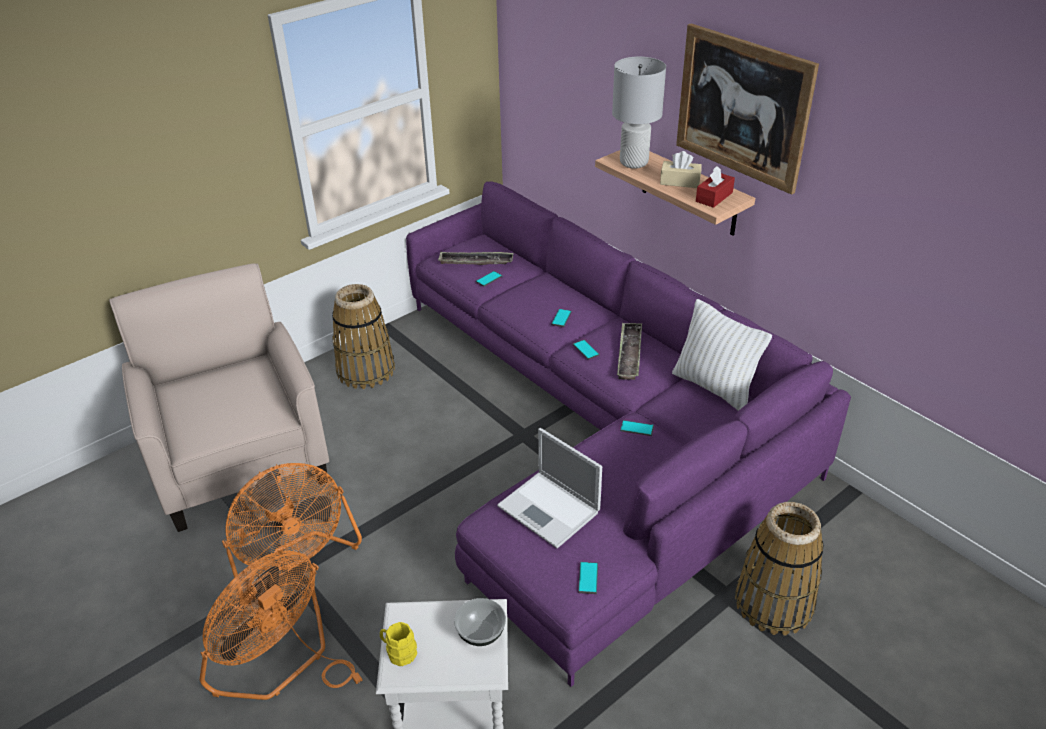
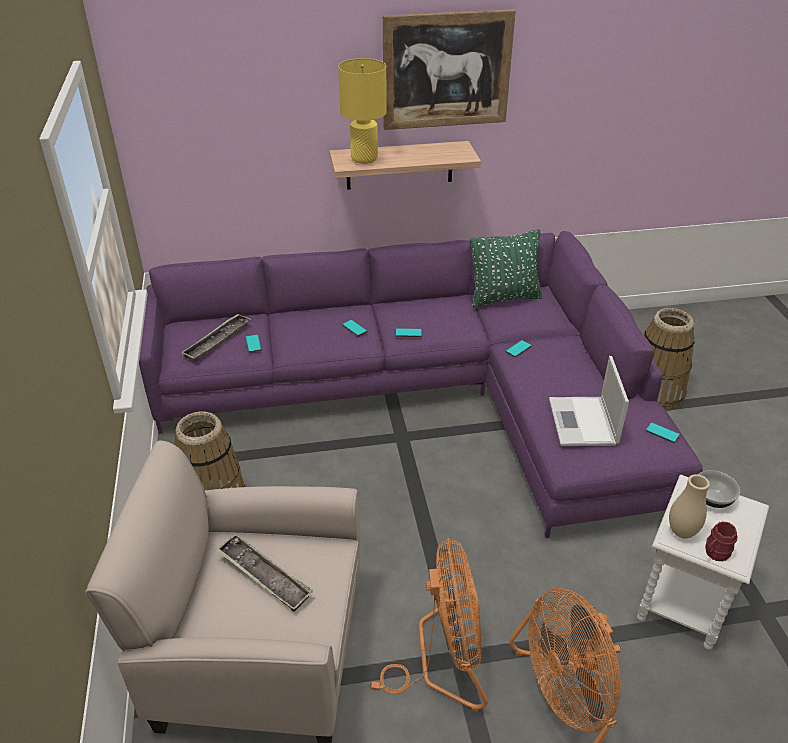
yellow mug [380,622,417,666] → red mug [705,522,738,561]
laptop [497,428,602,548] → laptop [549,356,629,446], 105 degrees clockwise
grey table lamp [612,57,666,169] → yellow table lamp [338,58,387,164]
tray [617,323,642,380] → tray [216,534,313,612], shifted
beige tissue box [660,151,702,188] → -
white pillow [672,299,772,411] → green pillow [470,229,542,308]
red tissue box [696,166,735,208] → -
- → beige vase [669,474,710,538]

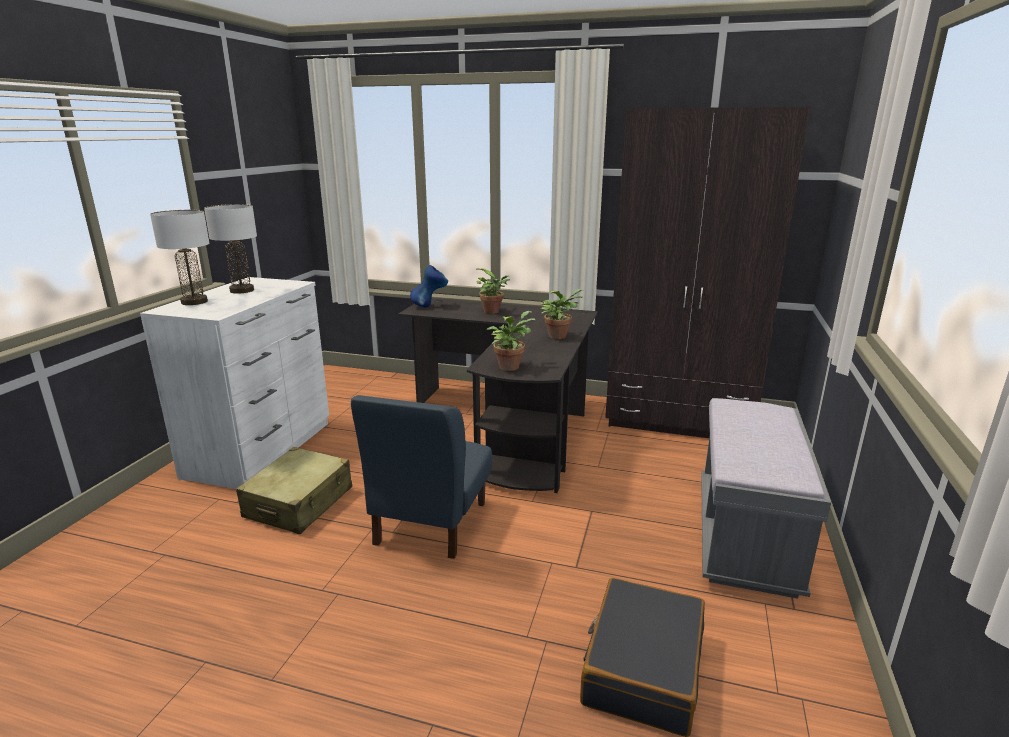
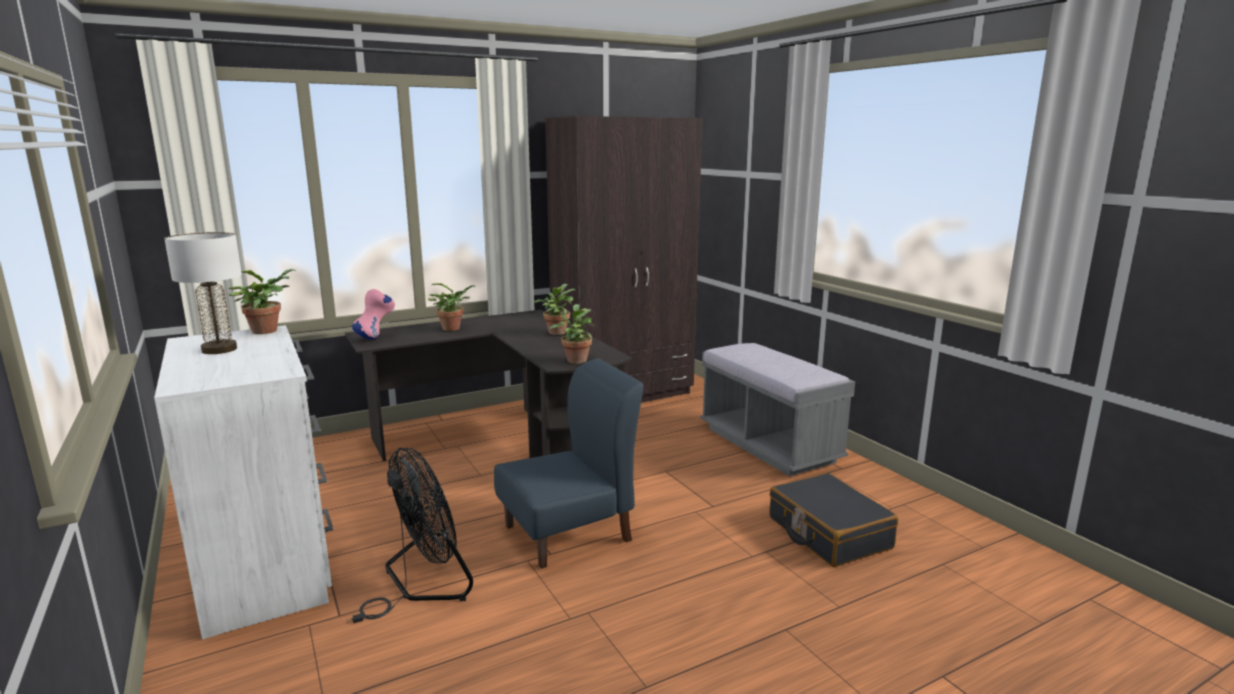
table lamp [150,210,209,305] → -
beige suitcase [236,447,352,534] → black fan [350,448,473,623]
blue chair [351,395,492,559] → blue chair [494,359,644,569], 90 degrees counterclockwise
blue vase [410,265,448,307] → pink vase [352,289,395,340]
- → potted plant [228,269,296,334]

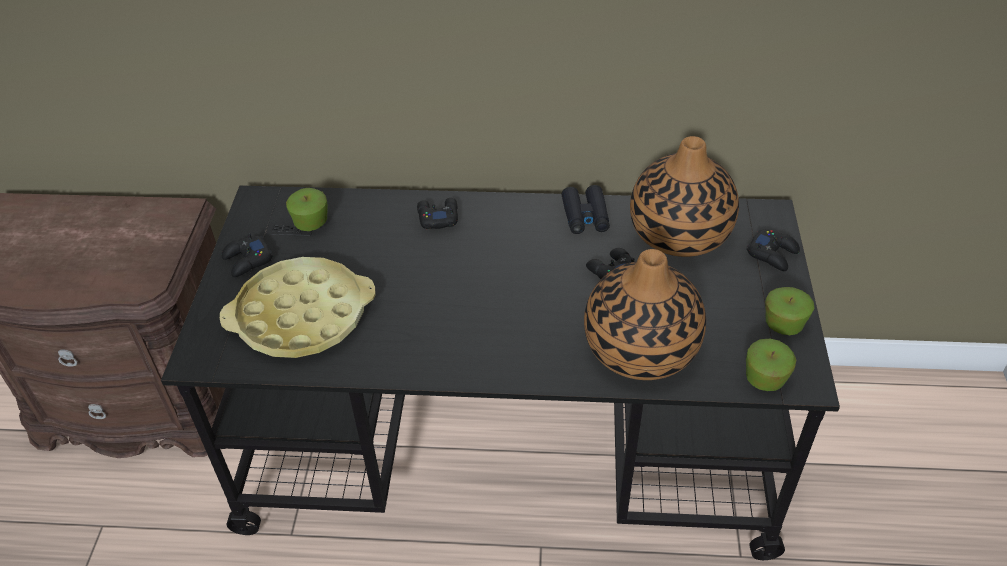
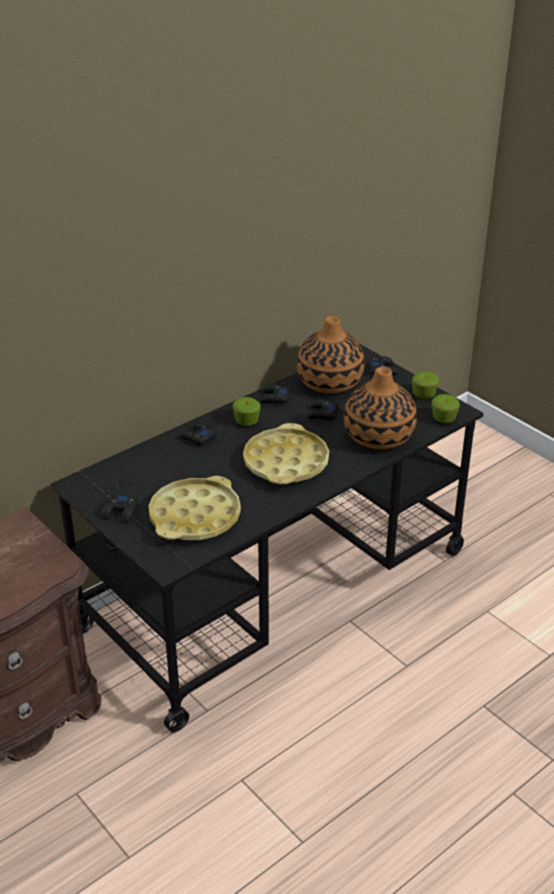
apple [286,188,328,231] → apple [233,397,261,426], shifted
black binoculars [561,185,610,234] → black game controller [260,383,291,404]
- → yellow tray [243,423,329,484]

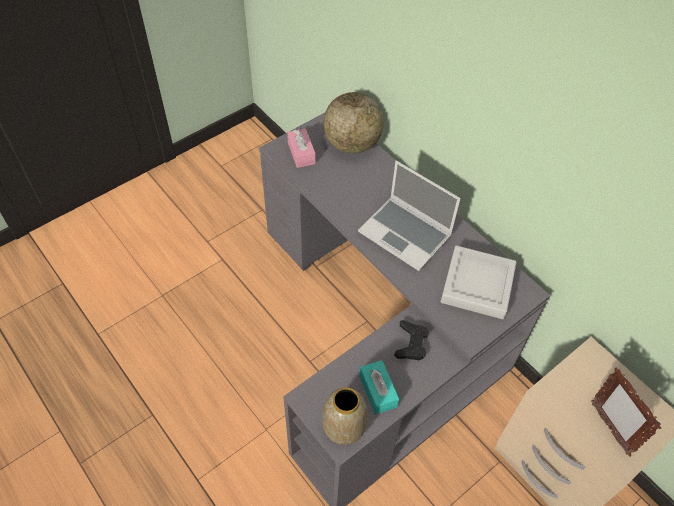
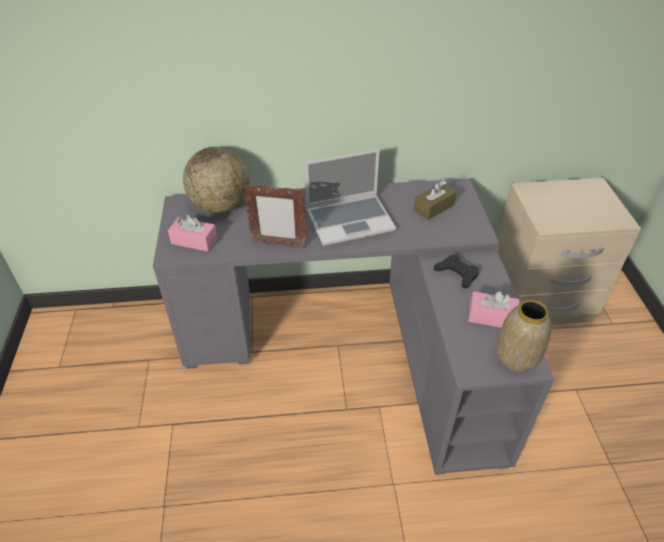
turquoise tissue box [359,360,399,415] → pink tissue box [468,291,519,327]
grey tray [441,246,516,319] → brown tissue box [414,181,457,220]
picture frame [591,368,661,457] → picture frame [243,184,307,248], shifted

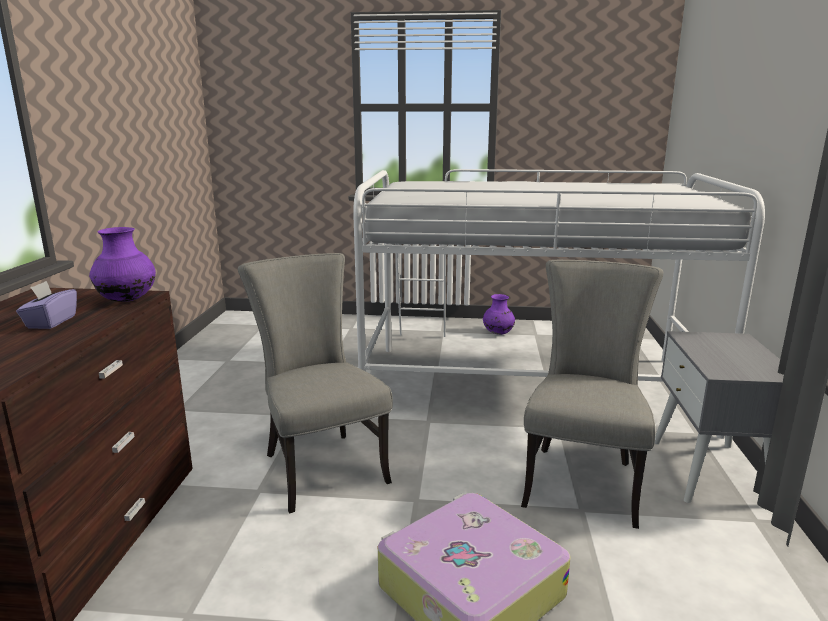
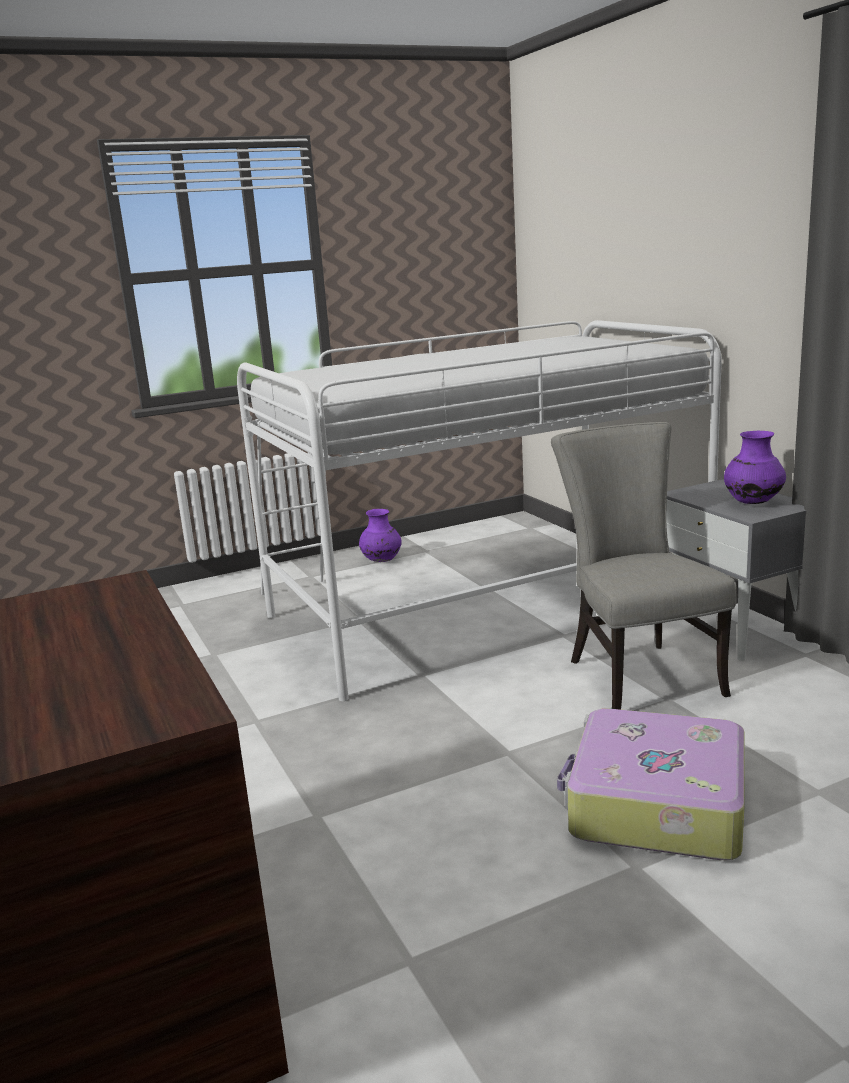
purple tissue box [16,281,77,329] → -
purple vase [89,227,156,302] → purple vase [724,431,786,504], shifted
grey chair [238,253,393,514] → -

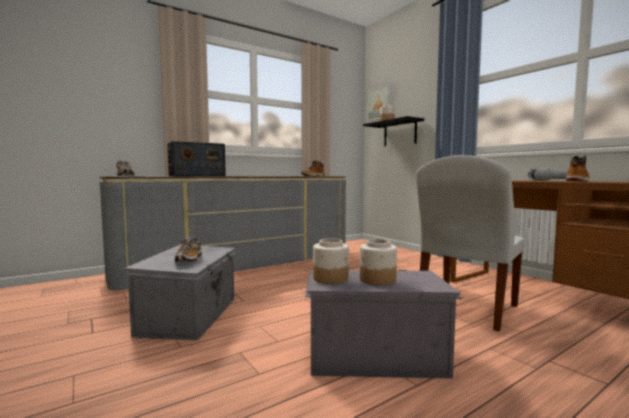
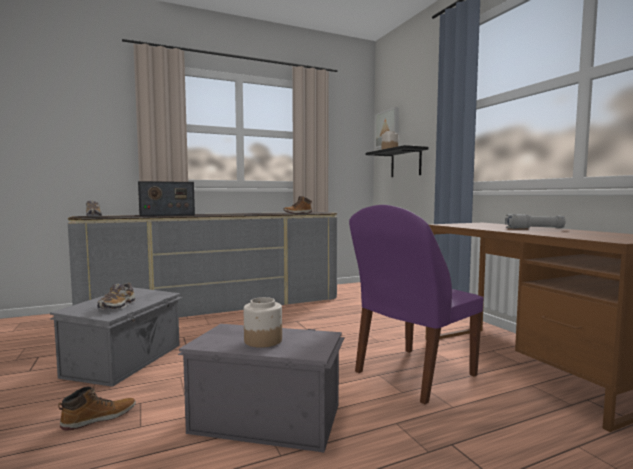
jar [313,238,349,284] → -
white chair [416,155,524,331] → purple chair [349,205,483,404]
boot [566,155,590,182] → boot [58,386,136,430], shifted

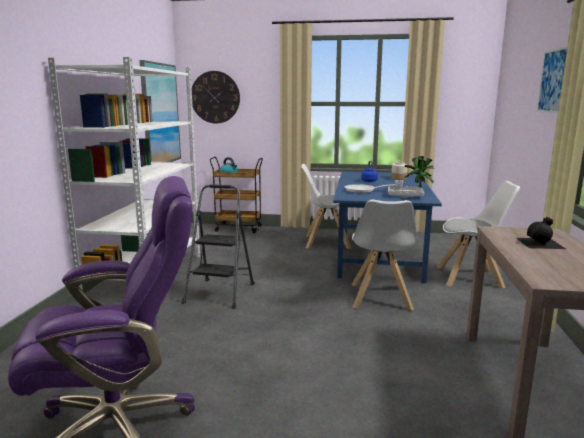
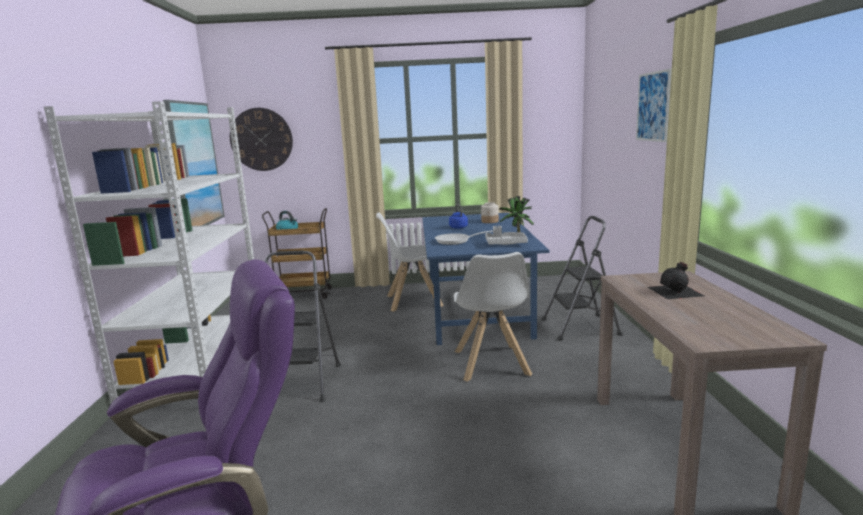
chair [436,181,520,288] → black step ladder [541,216,623,341]

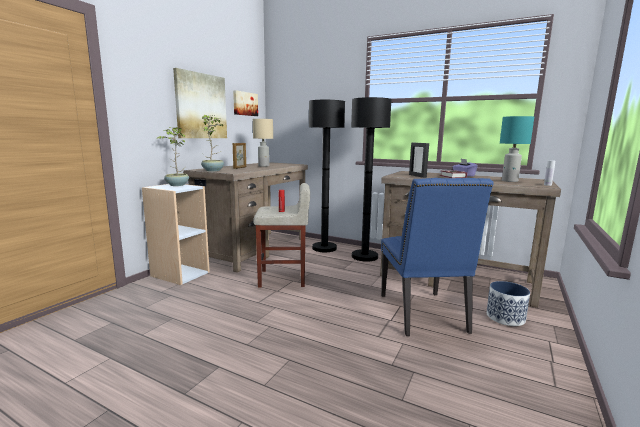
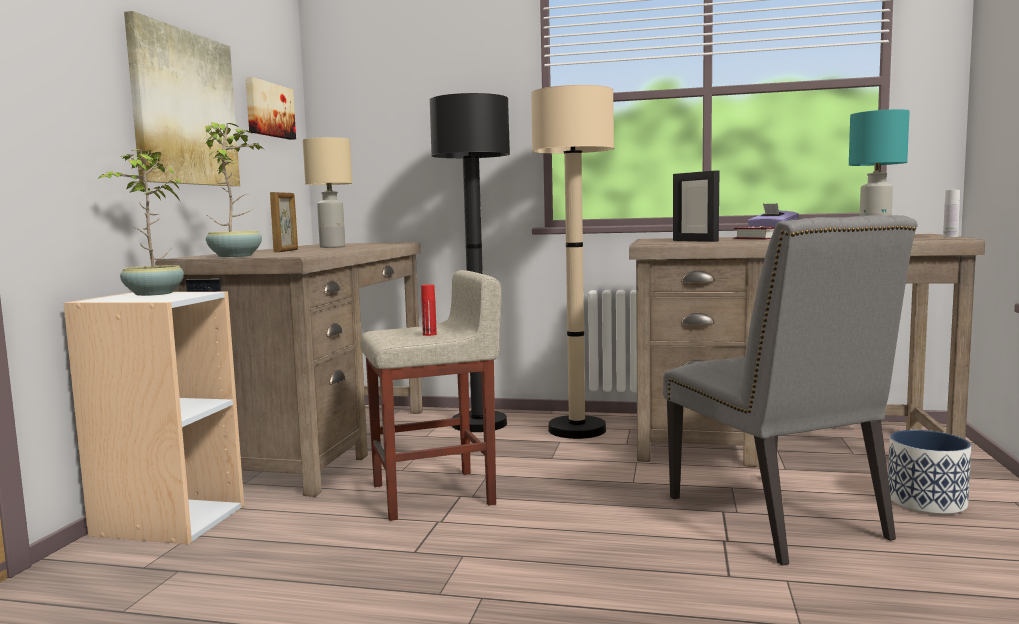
black floor lamp [351,97,392,262] → beige floor lamp [531,85,614,439]
blue chair [381,178,494,336] → grey chair [663,215,917,565]

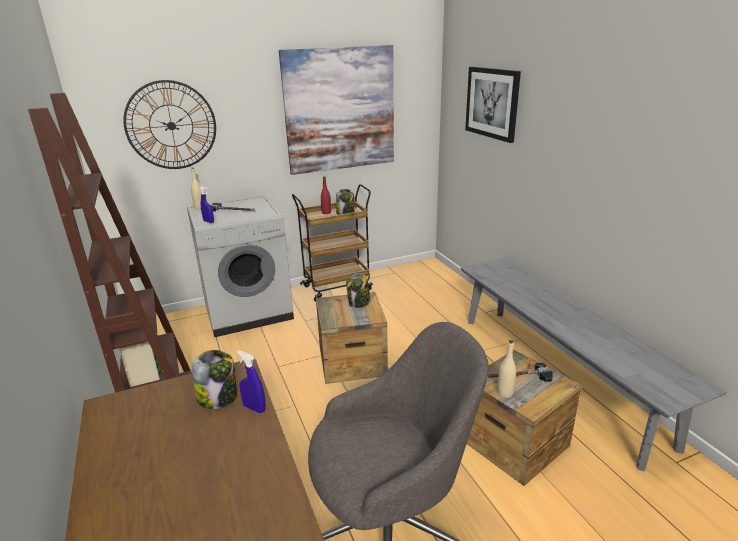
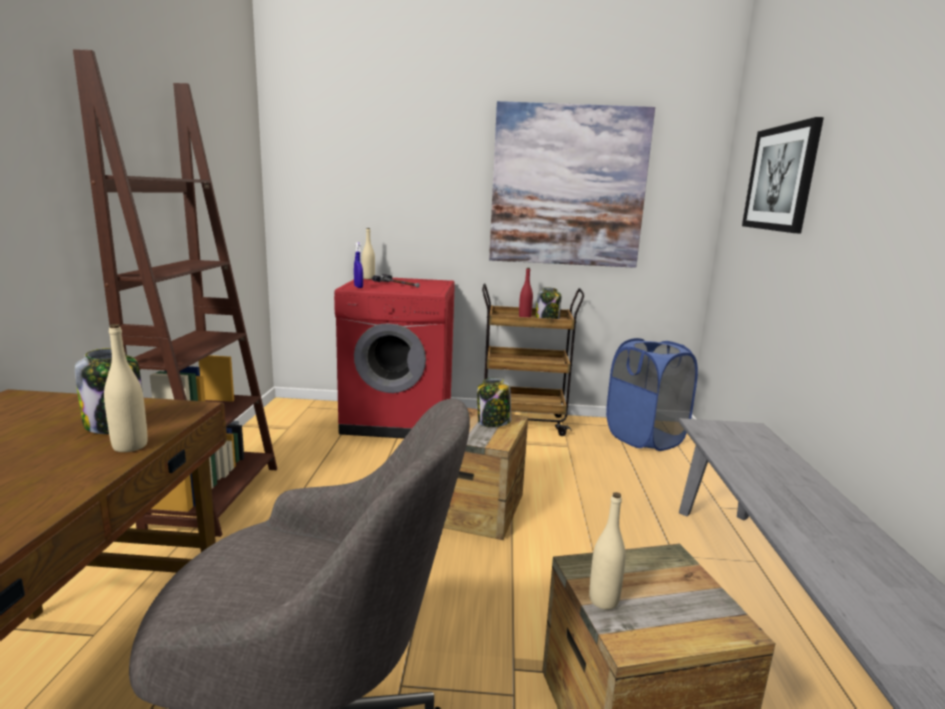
wall clock [123,80,216,169] → -
white washing machine [187,195,294,337] → red washing machine [334,278,455,439]
blue spray bottle [237,350,266,413] → beige bottle [104,324,148,452]
hammer [487,362,553,382] → -
- → blue laundry basket [606,338,698,451]

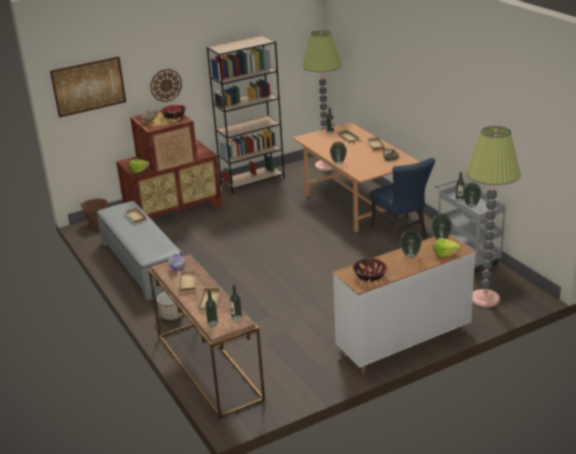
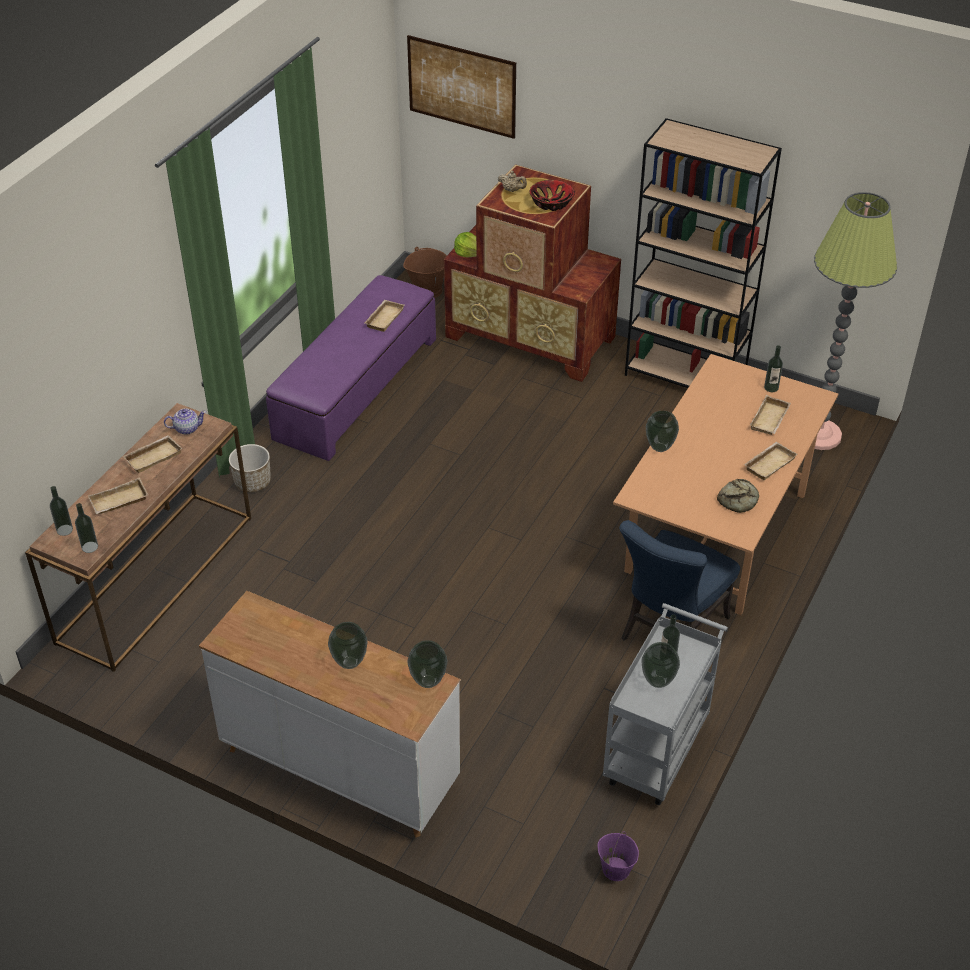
grey bench [97,201,180,301] → purple bench [266,275,436,461]
wall clock [150,69,182,102] → -
bowl [353,258,387,281] → -
lettuce [434,239,461,257] → -
floor lamp [466,126,521,307] → -
- → purple bucket [597,832,639,881]

